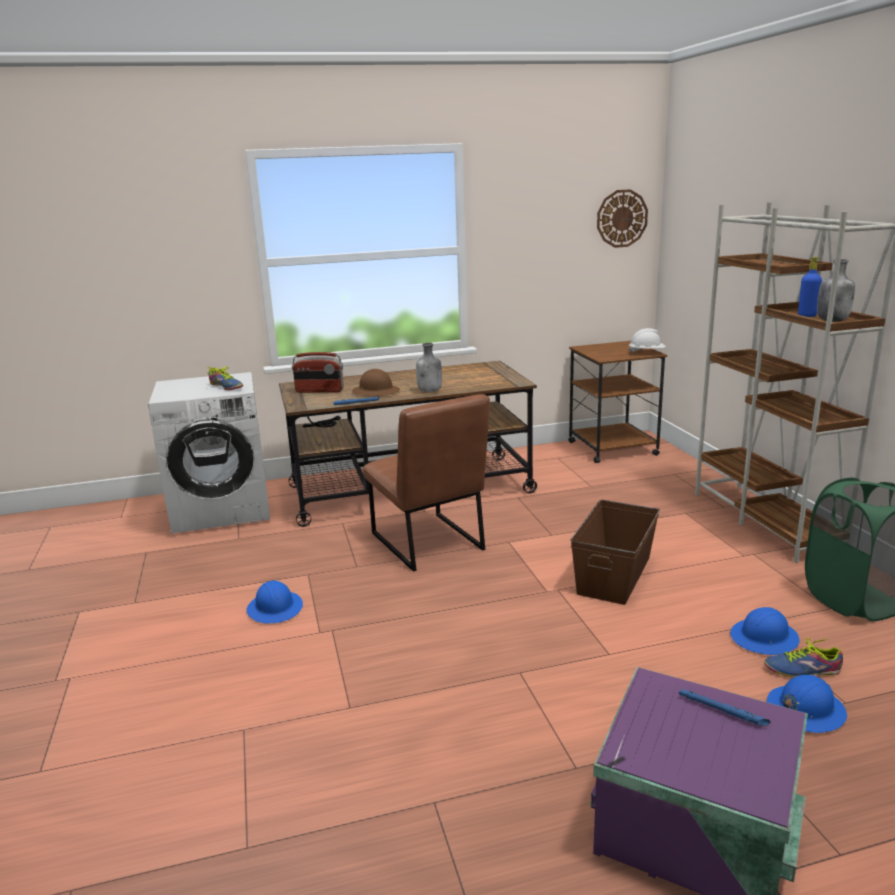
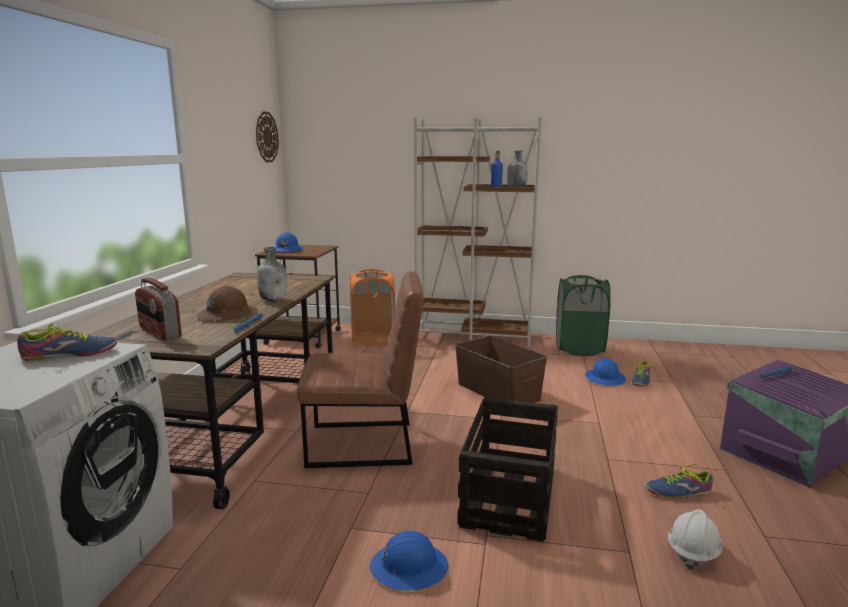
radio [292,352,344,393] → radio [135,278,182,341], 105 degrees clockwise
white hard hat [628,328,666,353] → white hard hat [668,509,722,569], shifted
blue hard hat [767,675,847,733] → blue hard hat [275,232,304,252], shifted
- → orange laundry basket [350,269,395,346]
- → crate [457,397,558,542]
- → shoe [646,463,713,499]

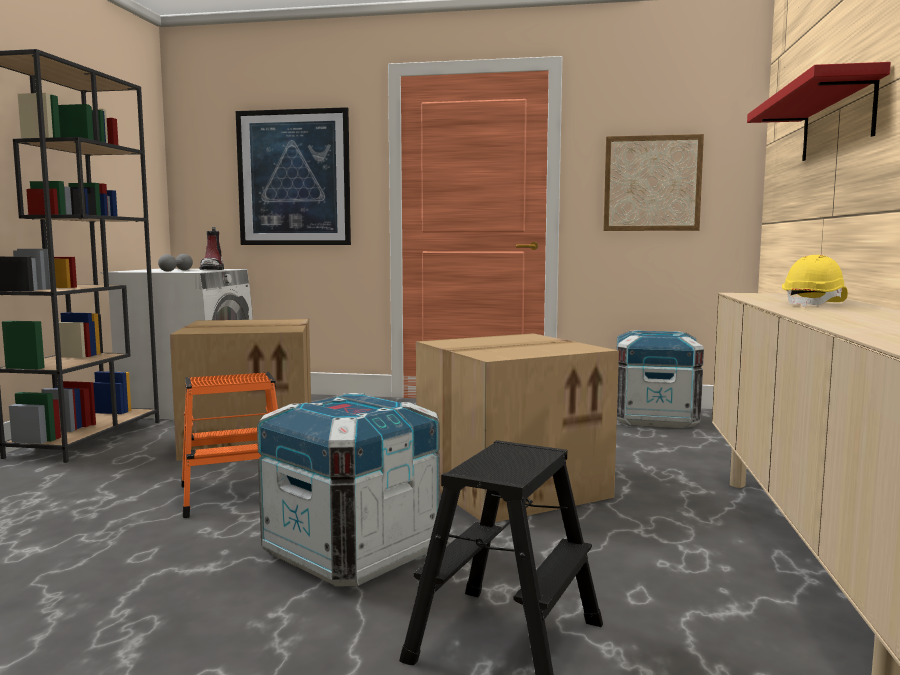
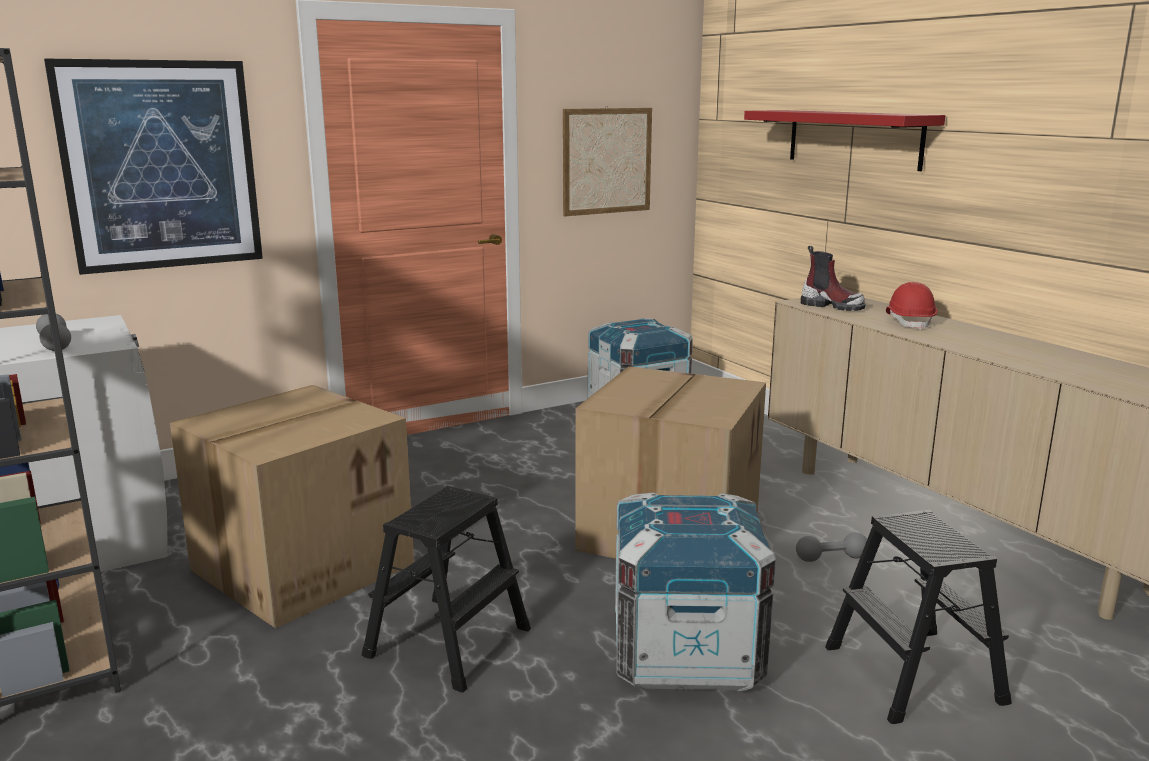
orange step ladder [181,372,278,518] → black step ladder [362,486,531,692]
boot [200,227,224,270] → boot [801,246,866,311], shifted
yellow hard hat [782,255,848,307] → red hard hat [886,282,937,330]
- → grey dumbbell [796,533,867,562]

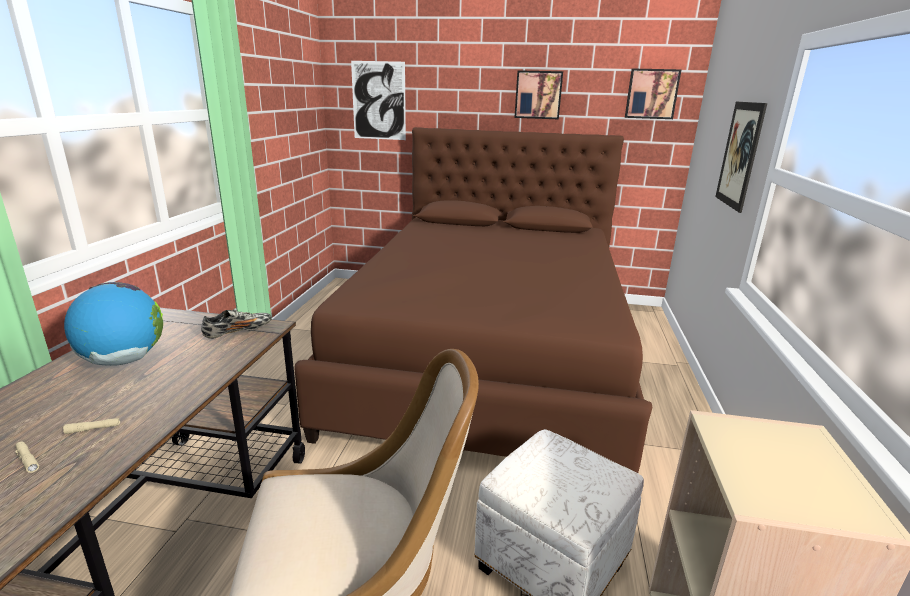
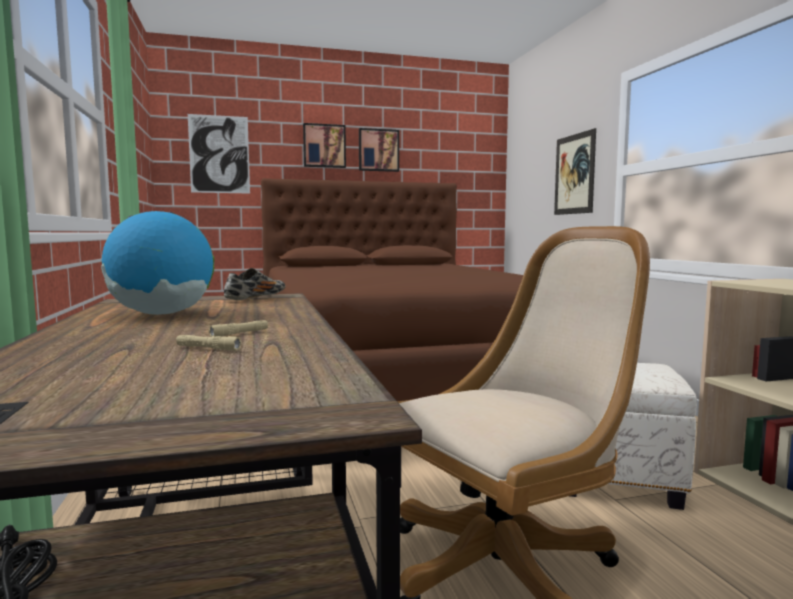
picture [625,68,682,119] → picture [303,123,346,168], shifted

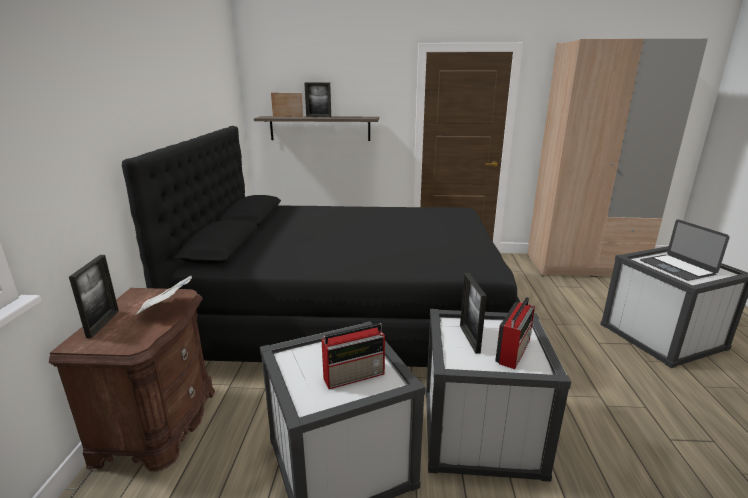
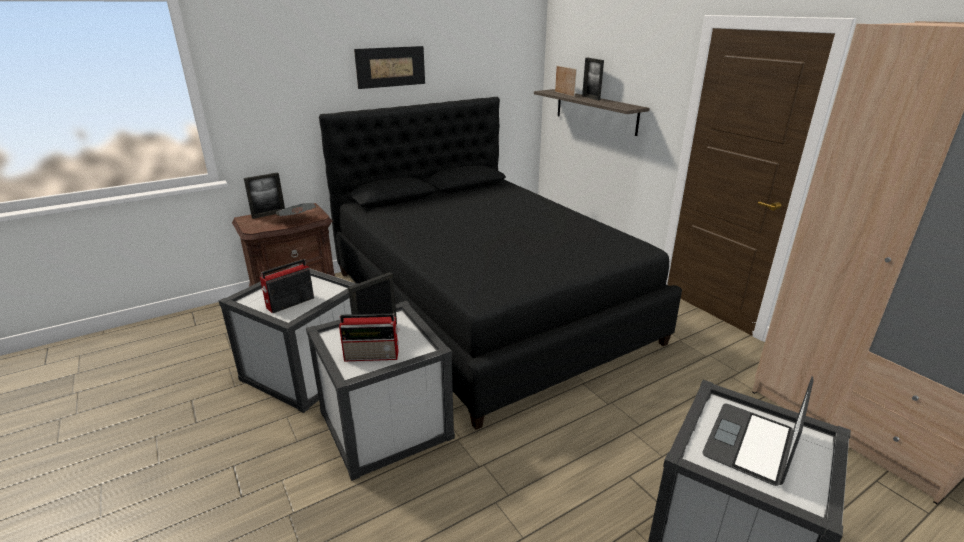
radio [322,323,385,389] → radio [260,259,314,313], 105 degrees clockwise
- → picture [354,46,425,89]

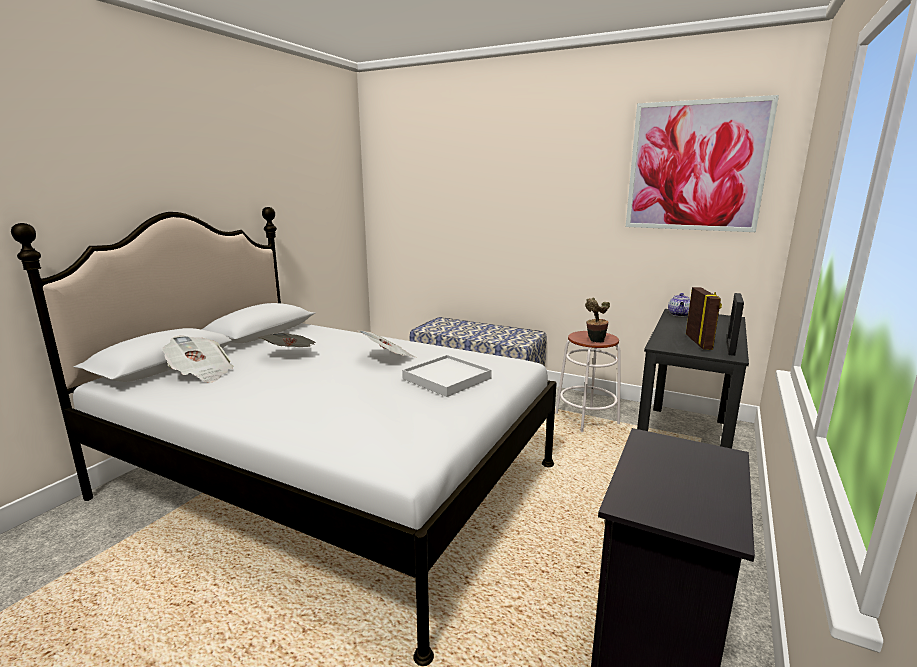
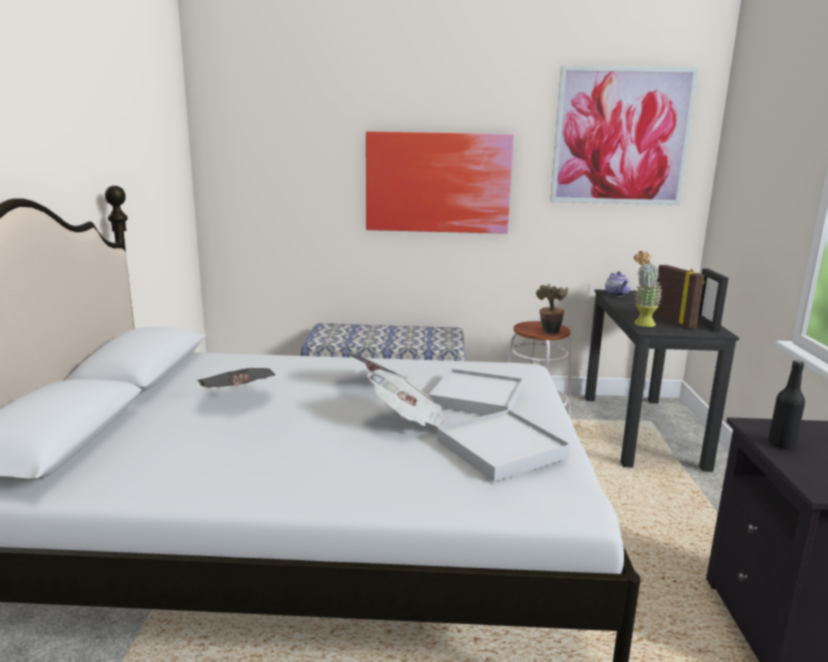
newspaper [162,335,234,382] → newspaper [367,373,450,427], shifted
- → picture [366,131,514,234]
- → white tray [437,410,571,482]
- → potted plant [634,251,662,327]
- → black bottle [768,360,805,450]

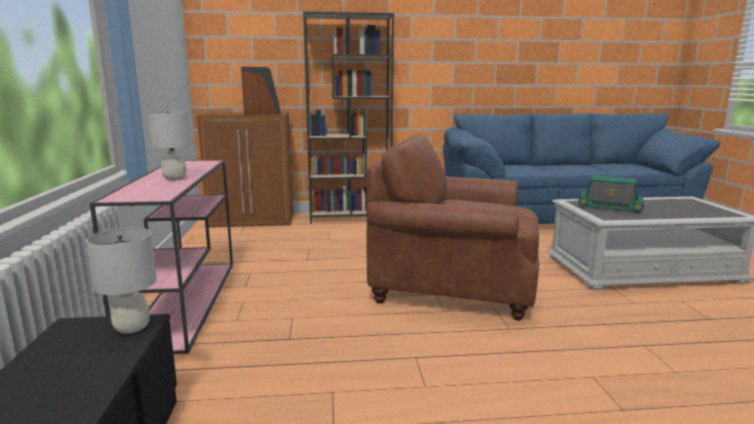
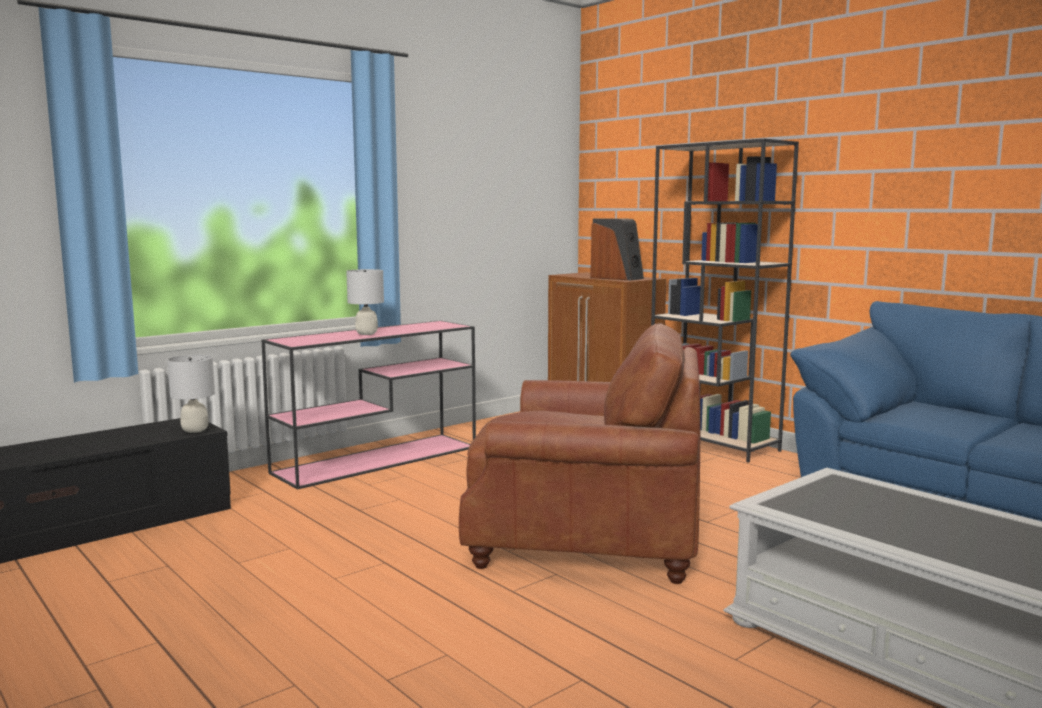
brown armchair [366,133,539,320] → brown armchair [459,323,700,584], 120 degrees clockwise
radio [579,175,644,213] → -

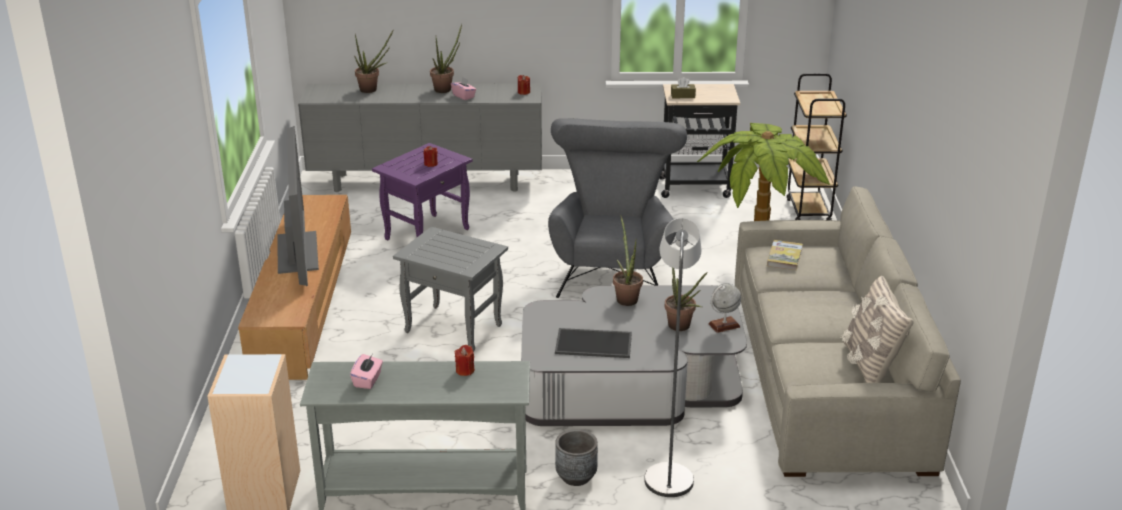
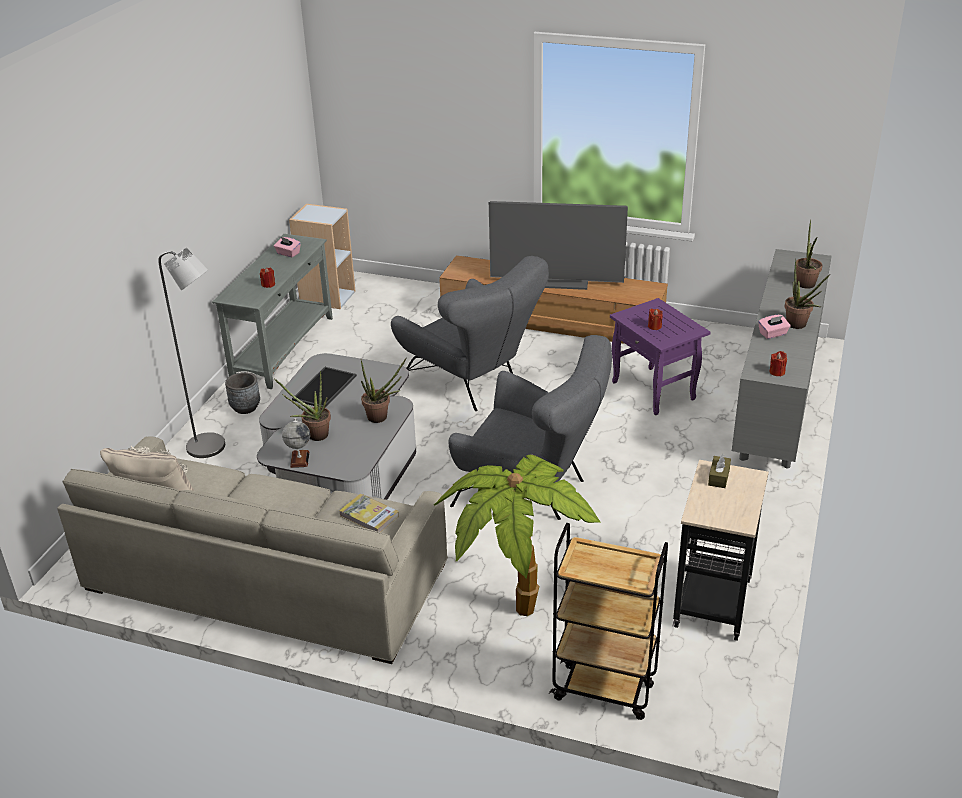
grey side table [393,227,508,352] → grey armchair [391,256,549,411]

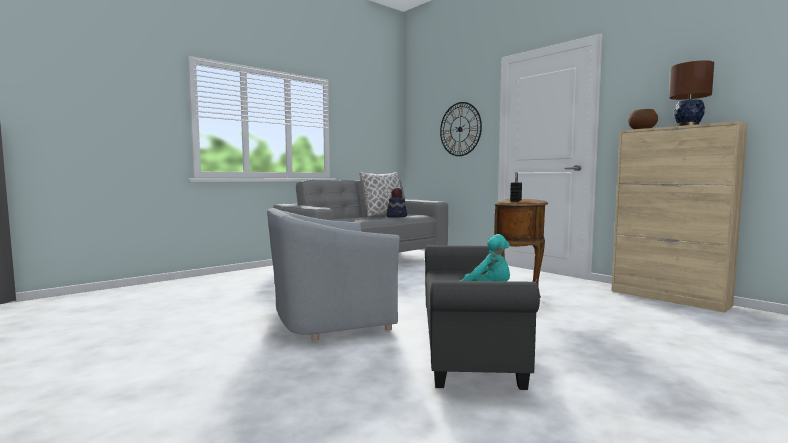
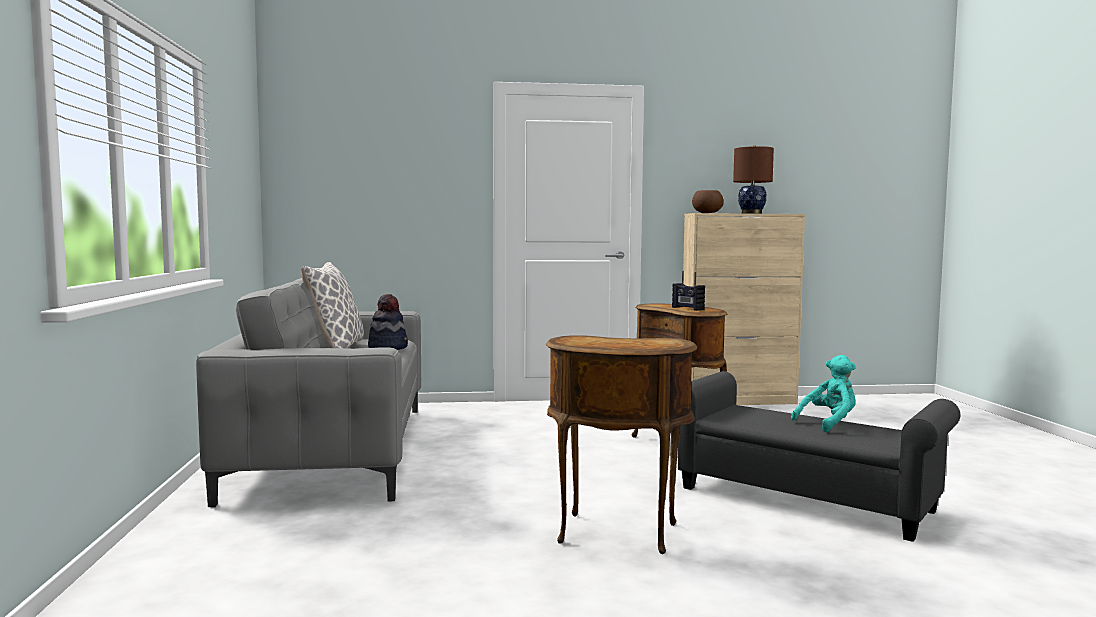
grey armchair [267,208,400,341] → brown side table [546,335,697,554]
wall clock [440,102,482,156] → -

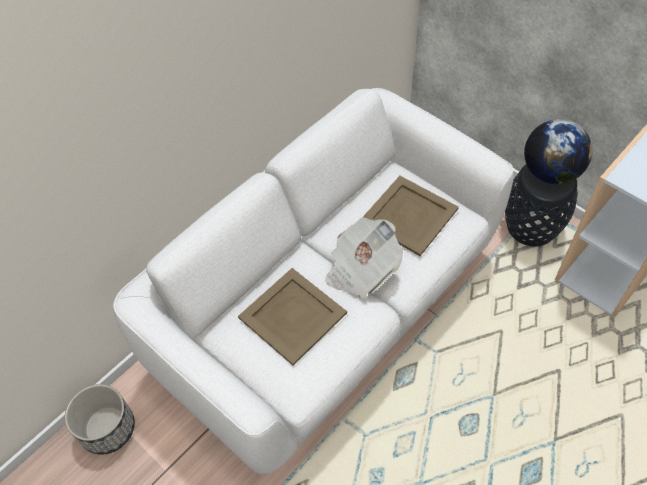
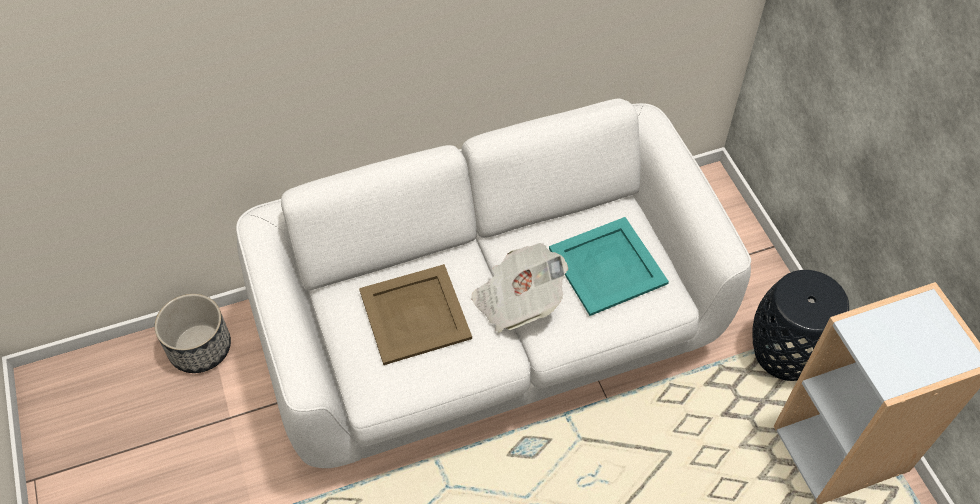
beige tray [362,176,459,256] → turquoise tray [549,217,669,316]
globe [524,119,592,184] → -

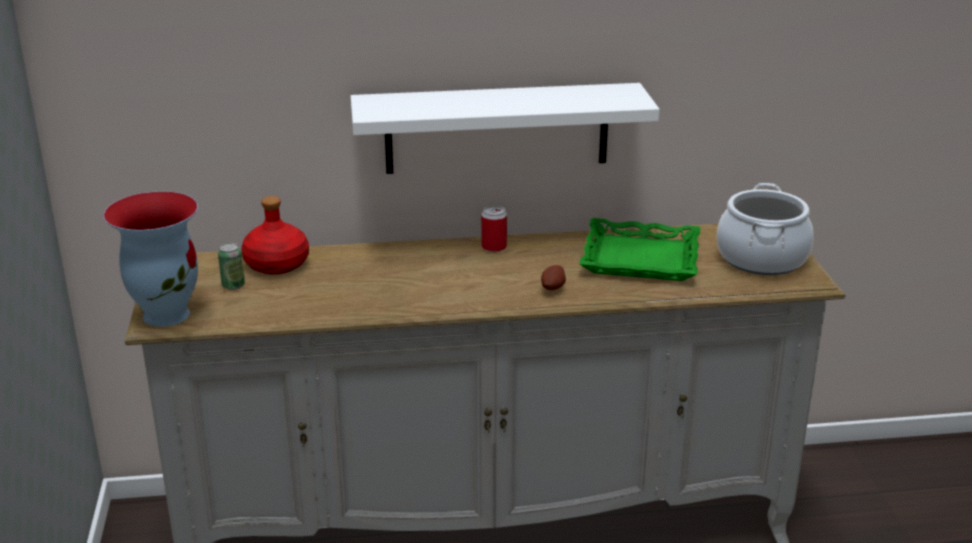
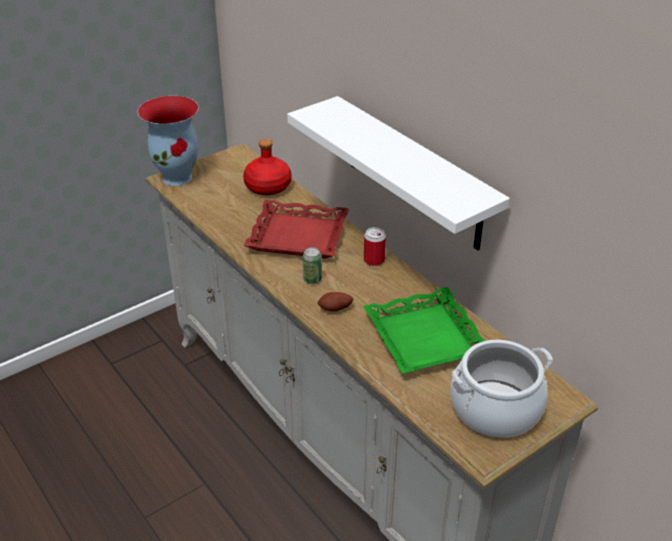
can [218,243,245,290] → can [303,247,322,284], shifted
- → red tray [244,200,349,259]

